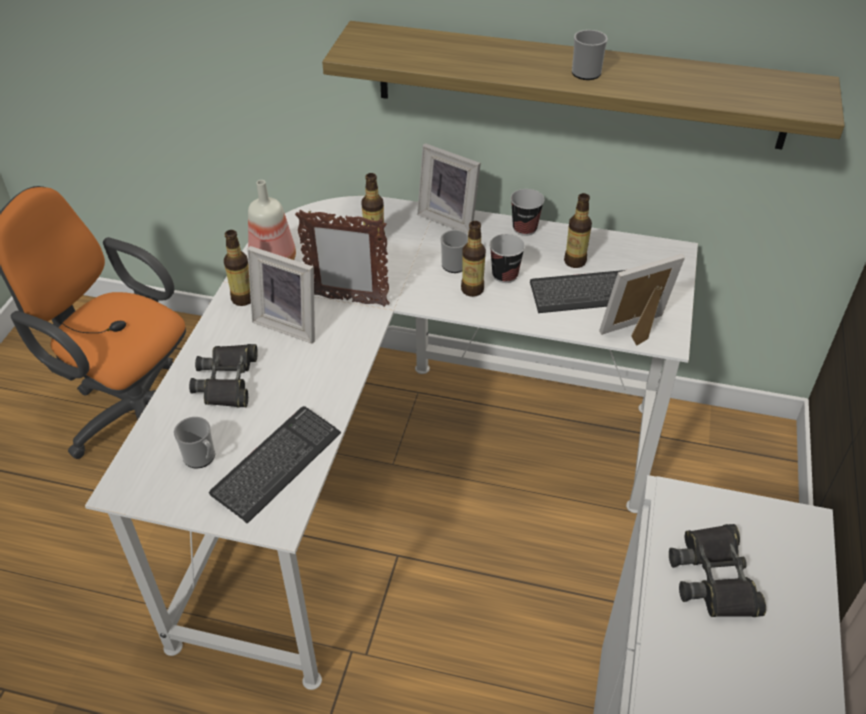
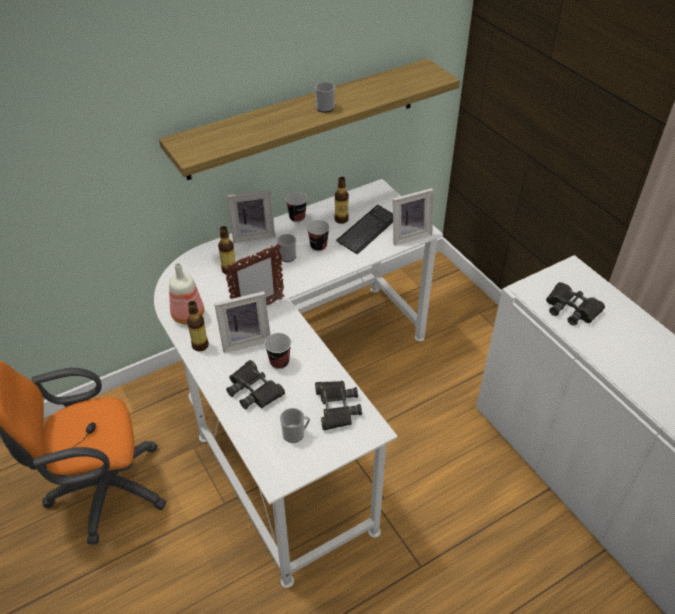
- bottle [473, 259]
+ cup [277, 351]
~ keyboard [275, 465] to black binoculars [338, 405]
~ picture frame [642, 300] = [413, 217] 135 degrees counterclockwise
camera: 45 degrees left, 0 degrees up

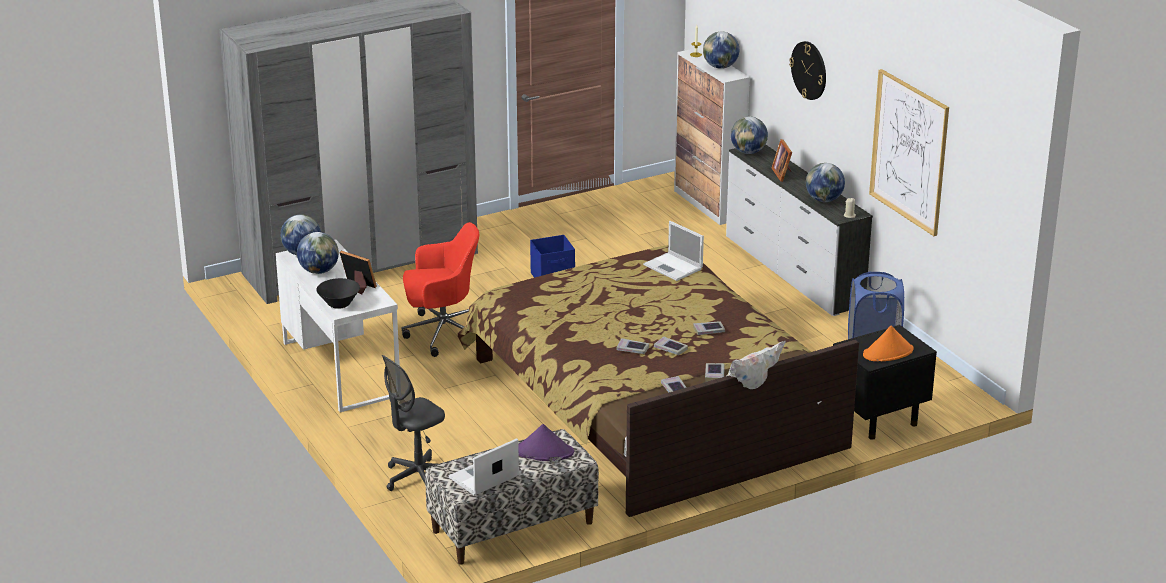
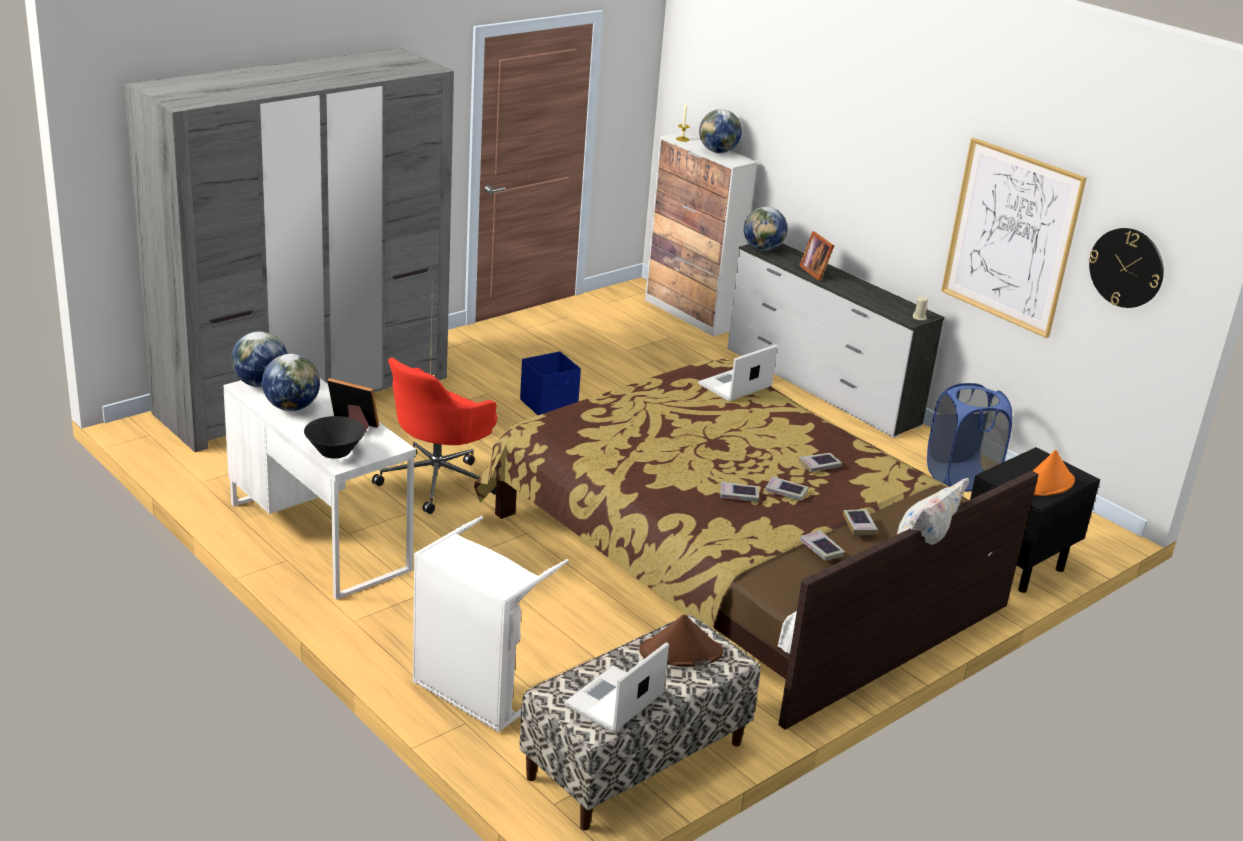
- globe [825, 182]
~ wall clock [807, 70] to [1126, 268]
~ grey office chair [413, 423] to white laundry basket [490, 624]
~ purple hat [546, 442] to brown hat [681, 640]
~ red office chair [440, 289] = [434, 436] 150 degrees clockwise
~ laptop [673, 251] = [737, 373] 105 degrees clockwise
camera: 15 degrees left, 0 degrees up

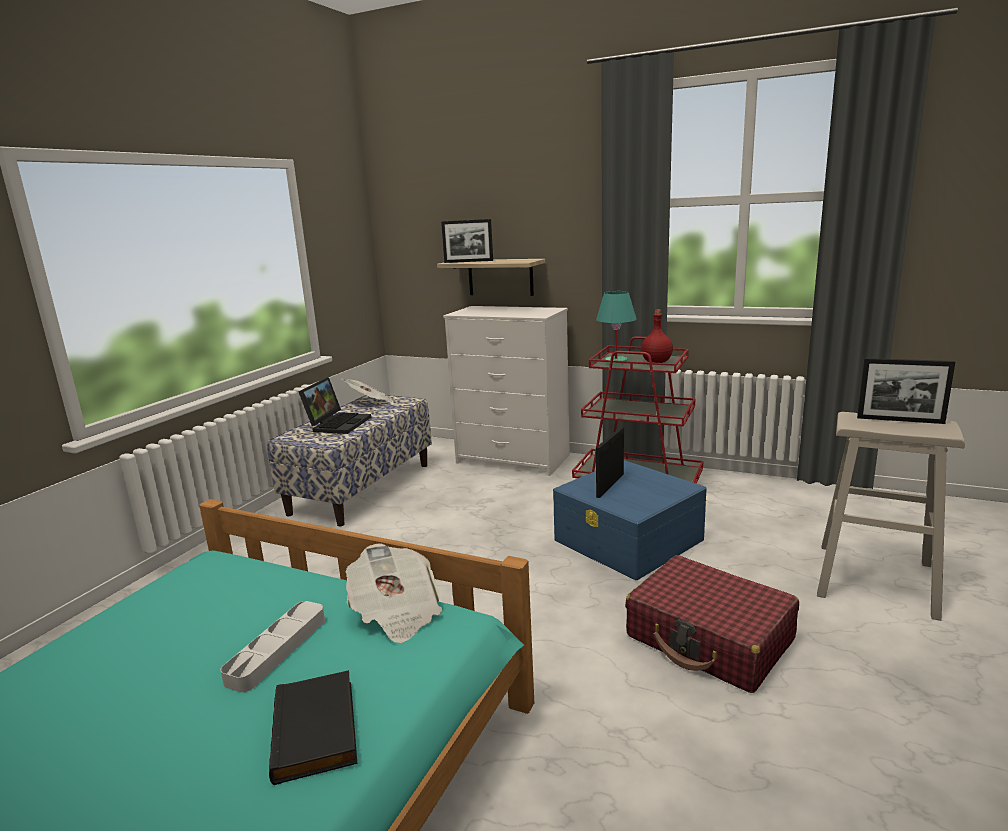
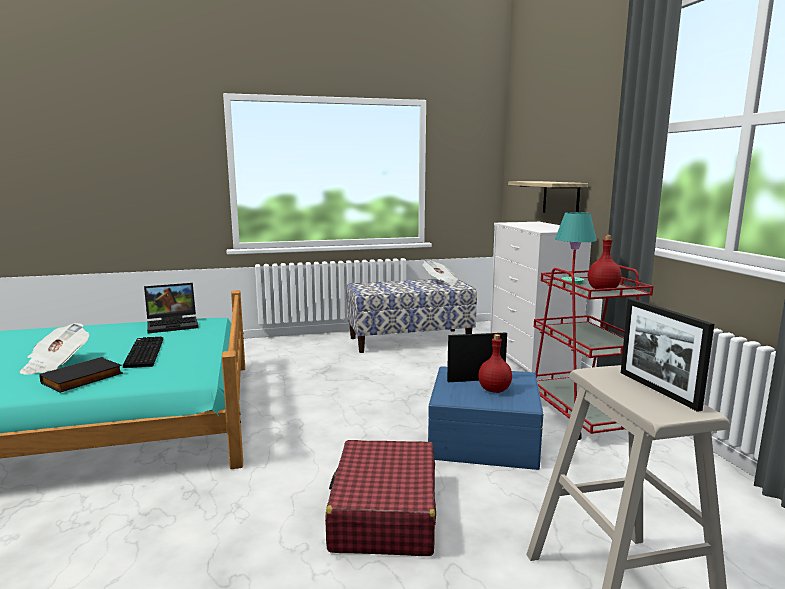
- picture frame [467, 241]
+ red bottle [495, 363]
~ laptop [335, 405] to [171, 308]
~ newspaper [394, 593] to [54, 349]
~ grey tray [272, 646] to keyboard [143, 352]
camera: 50 degrees right, 5 degrees down

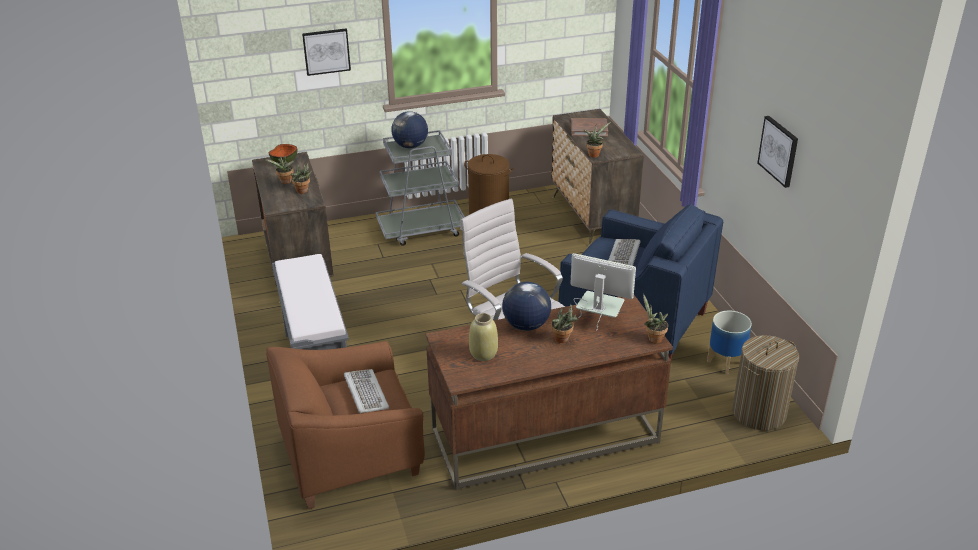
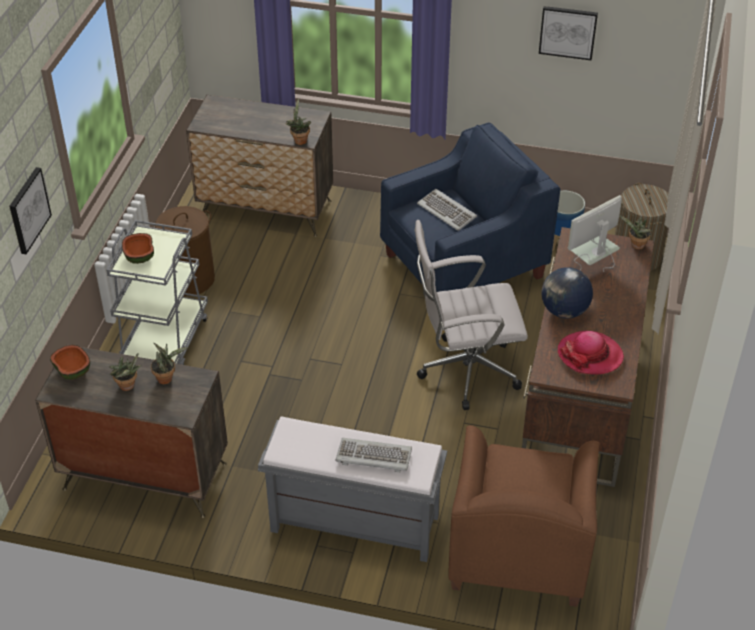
- potted plant [564, 323]
- brown book [589, 127]
~ keyboard [366, 391] to [373, 455]
~ globe [409, 129] to bowl [138, 248]
~ beige vase [483, 337] to hat [591, 353]
camera: 60 degrees left, 10 degrees up

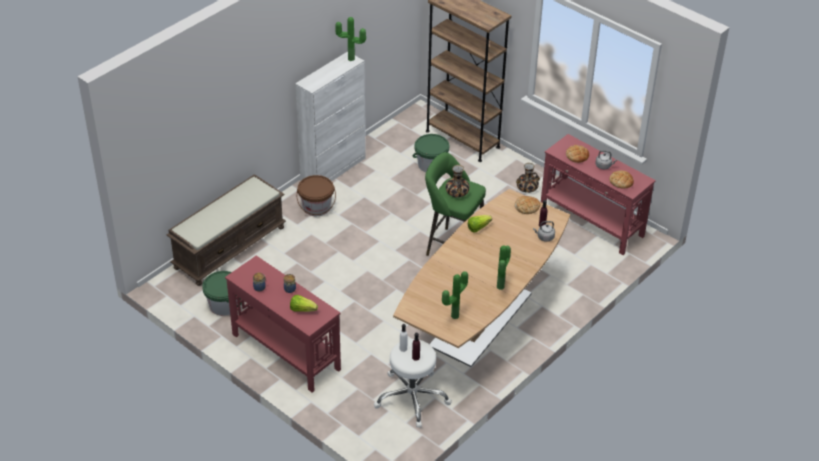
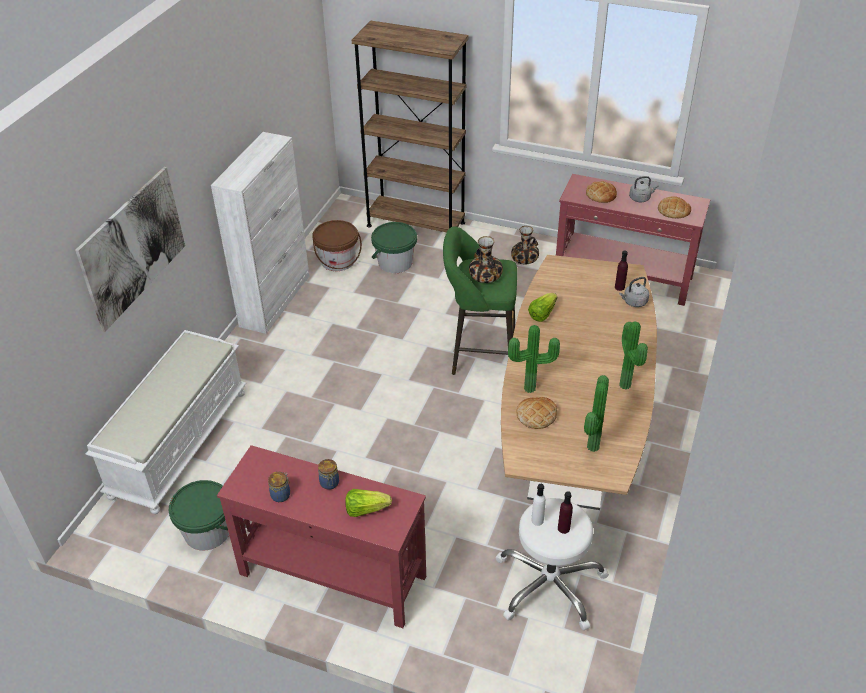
+ picture [130, 249]
~ brown bucket [316, 195] to [337, 245]
~ potted plant [350, 39] to [534, 359]
~ bread [527, 205] to [537, 413]
~ brown bench [226, 230] to white bench [166, 422]
camera: 20 degrees left, 0 degrees up

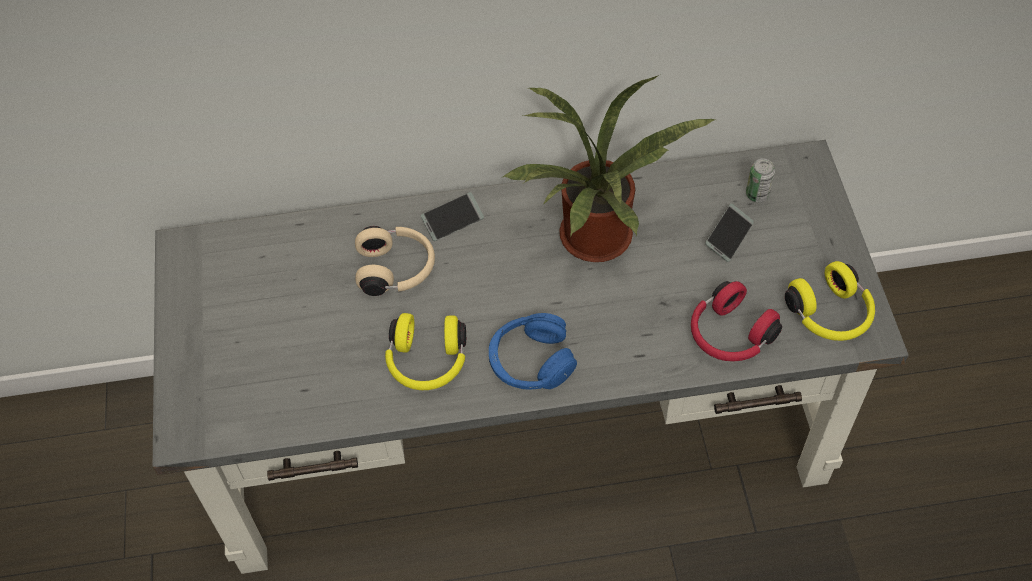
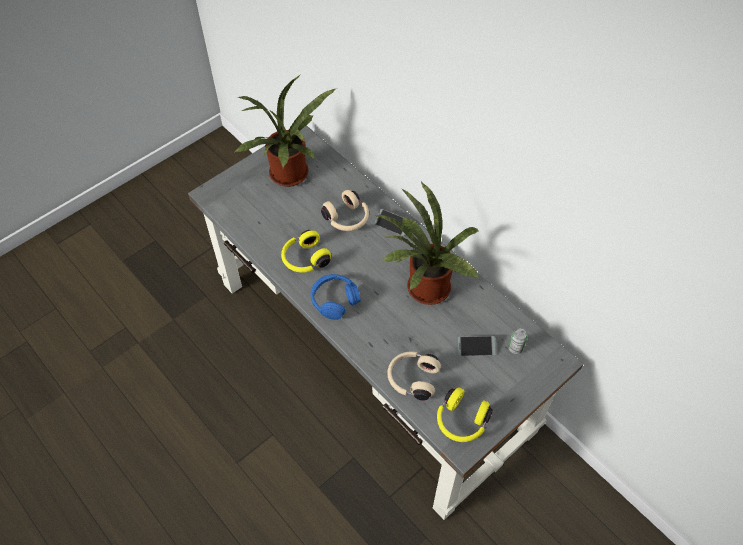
+ potted plant [285, 130]
~ red headphones [736, 321] to beige headphones [414, 376]
camera: 55 degrees right, 0 degrees up

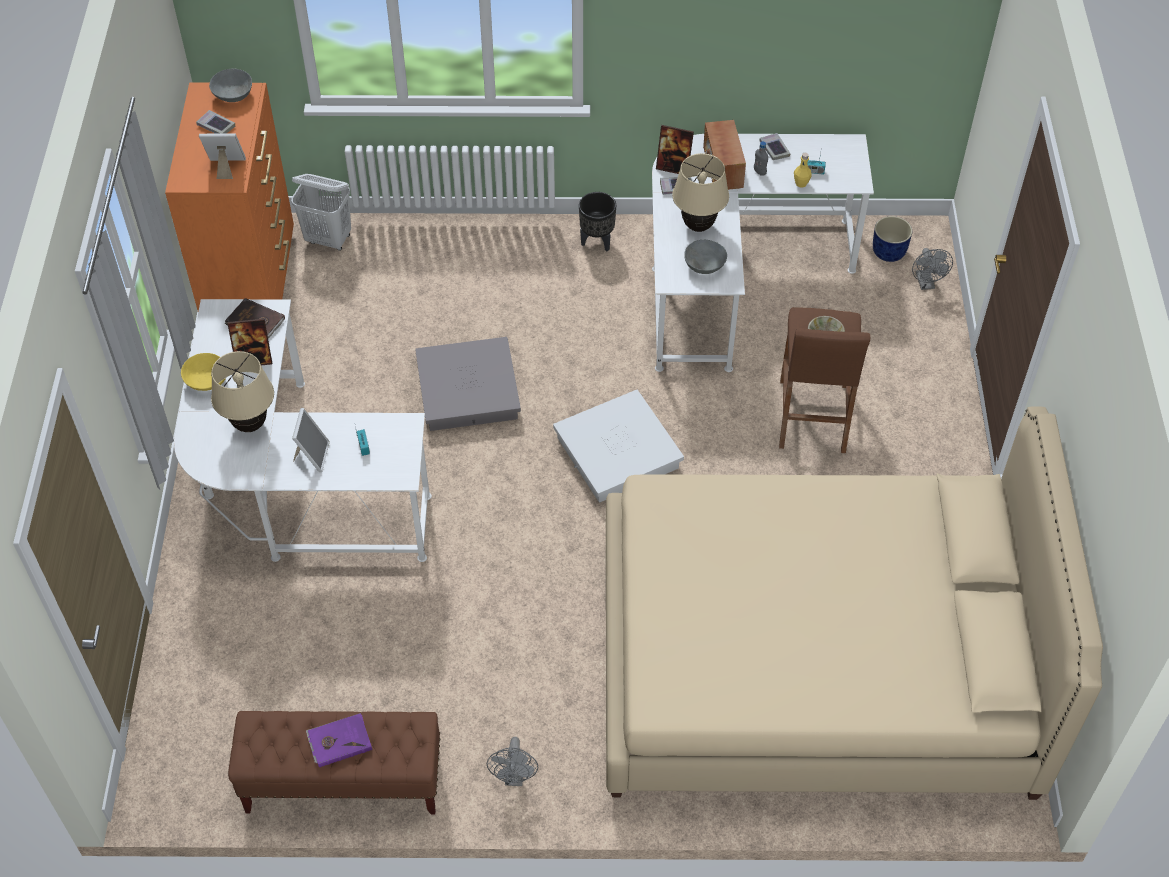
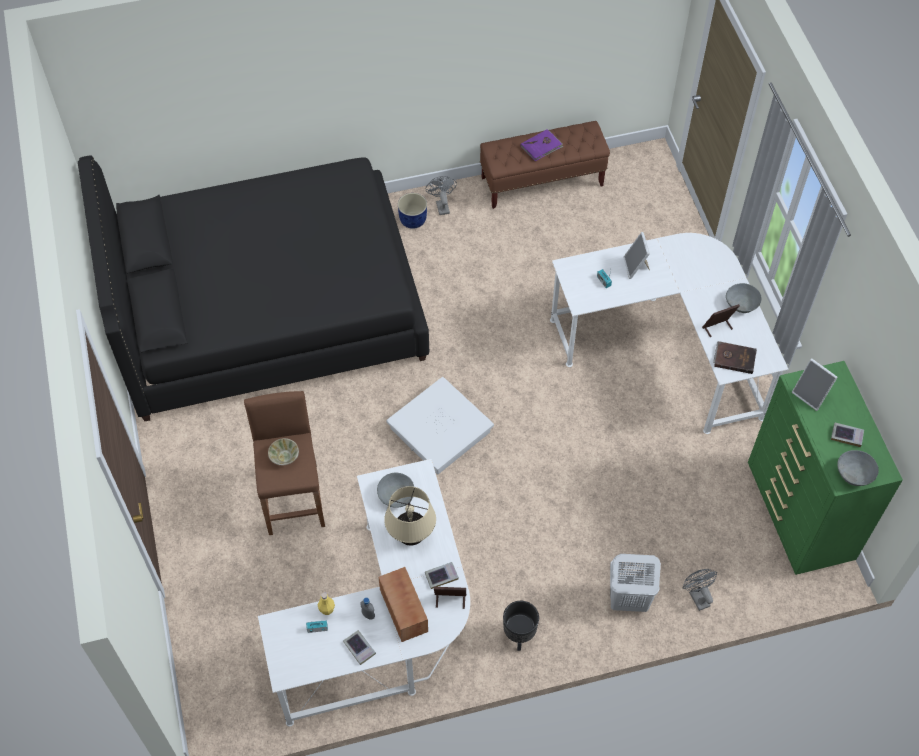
- beige table lamp [242, 391]
- grey storage box [468, 384]
~ white laundry basket [321, 212] to [635, 583]
~ blue planter [892, 239] to [412, 211]
~ grey fan [932, 269] to [700, 590]
~ orange dresser [229, 196] to green dresser [825, 468]
~ yellow bowl [203, 372] to grey bowl [744, 298]
~ beige bed [854, 603] to black bed [253, 288]
~ picture frame [222, 156] = [815, 384] 60 degrees clockwise
camera: 165 degrees right, 5 degrees up

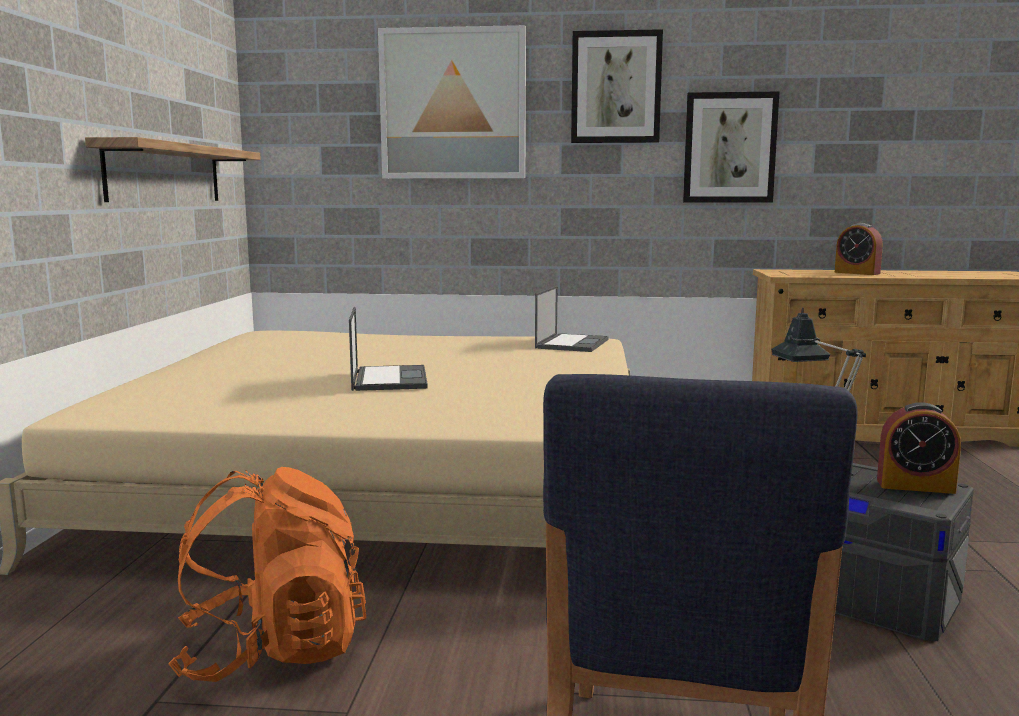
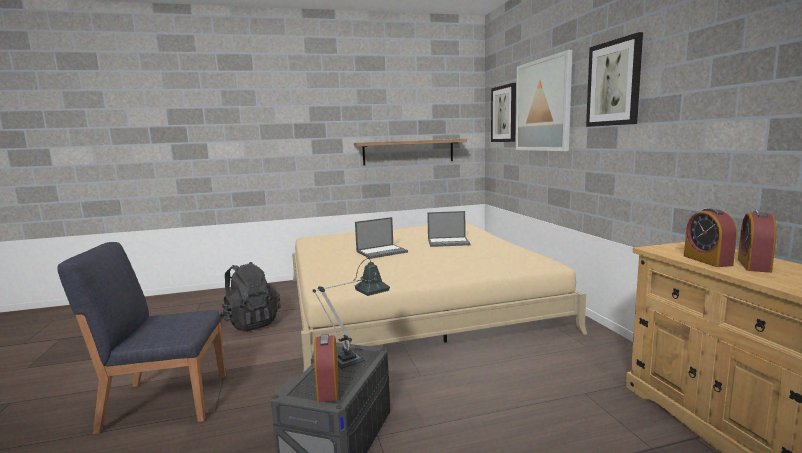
+ alarm clock [710, 237]
~ laptop [572, 319] to [448, 229]
~ picture [731, 147] to [503, 112]
~ orange backpack [267, 574] to black backpack [250, 296]
camera: 70 degrees right, 0 degrees up

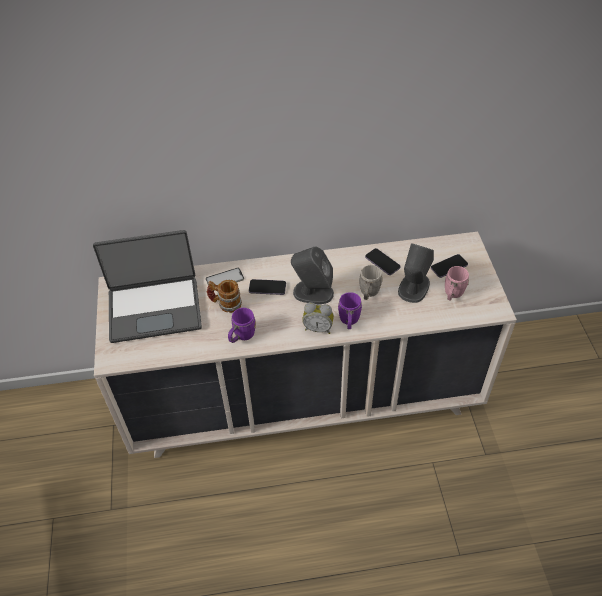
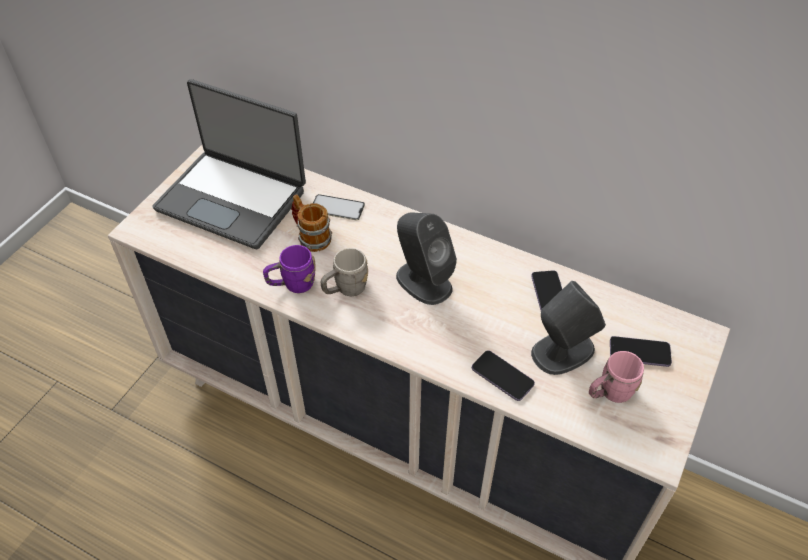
- alarm clock [318, 318]
- purple mug [350, 310]
~ phone [267, 287] to [503, 376]
~ grey mug [371, 282] to [344, 272]
camera: 35 degrees right, 0 degrees up

